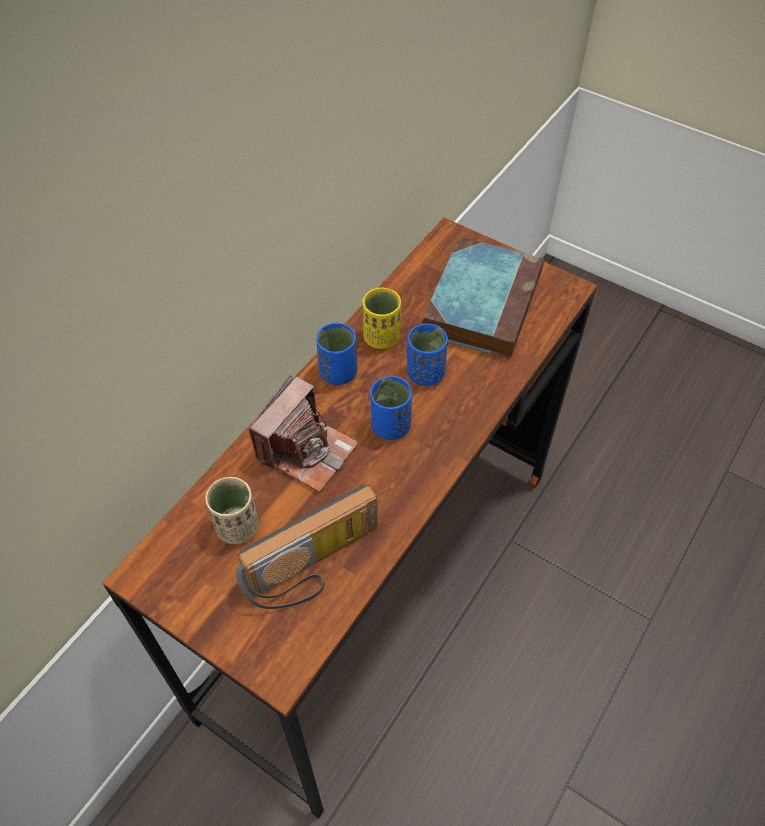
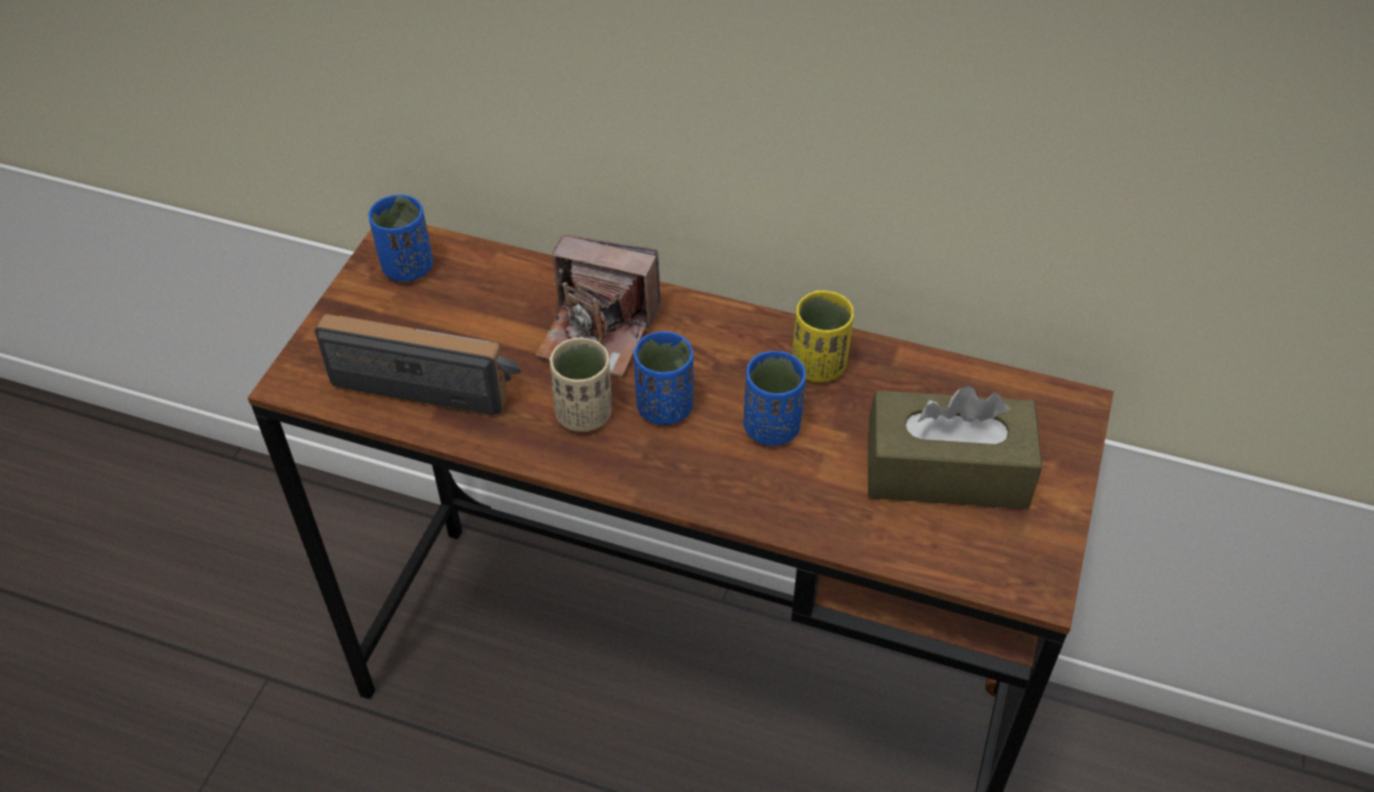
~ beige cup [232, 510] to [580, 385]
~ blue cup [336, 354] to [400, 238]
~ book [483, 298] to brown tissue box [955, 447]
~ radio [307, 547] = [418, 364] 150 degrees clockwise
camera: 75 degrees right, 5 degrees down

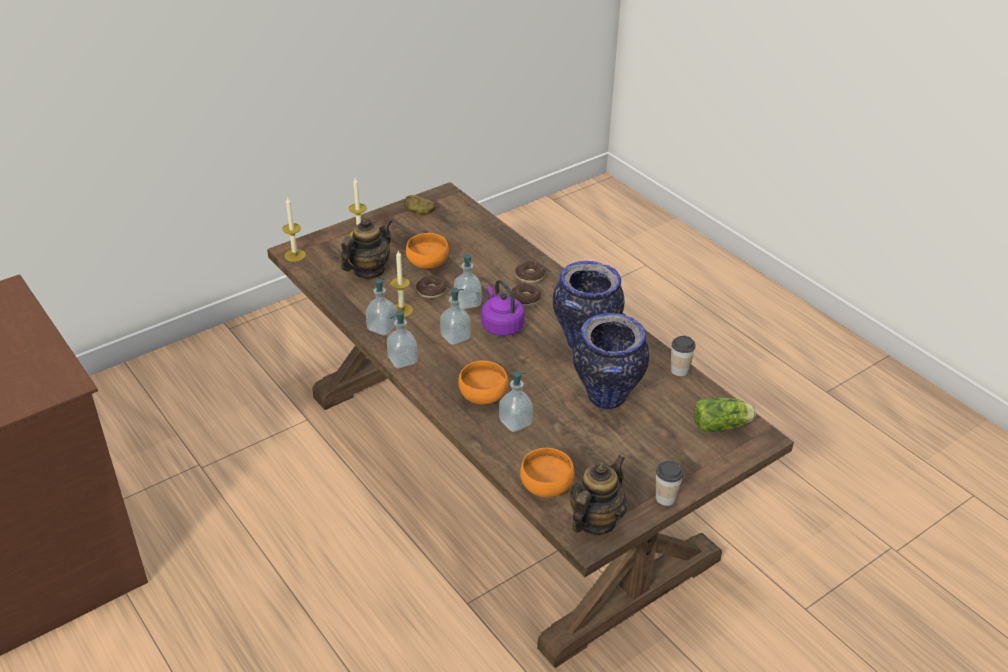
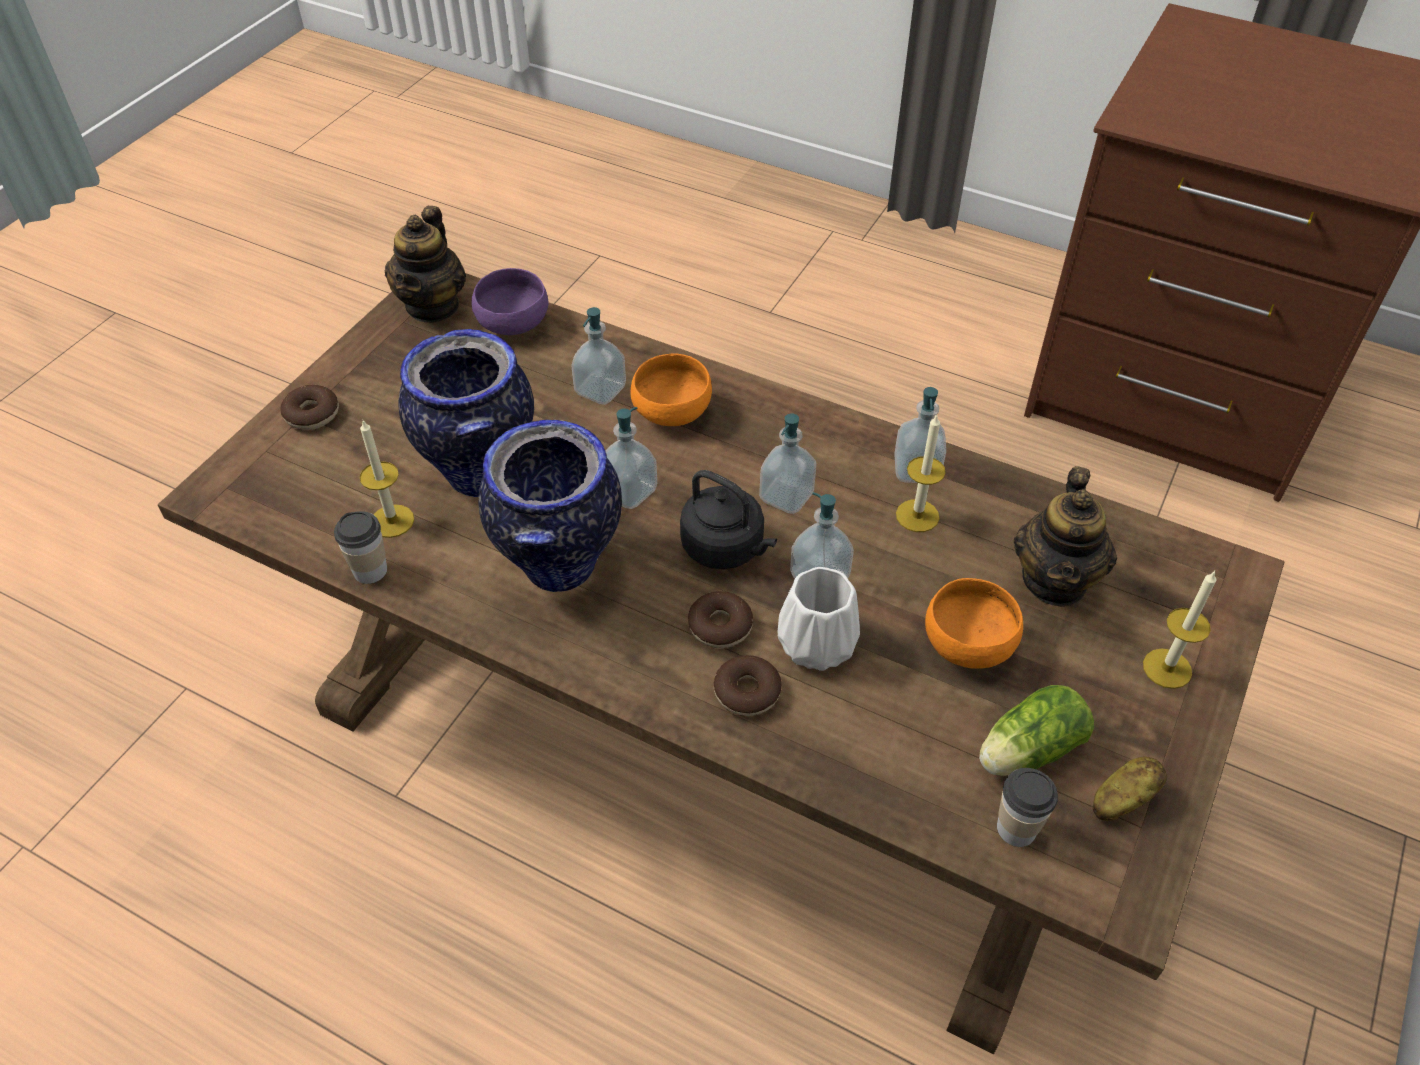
+ white vase [819, 619]
~ candle [294, 229] to [387, 478]
~ soap dispenser [402, 339] to [631, 458]
~ donut [431, 287] to [309, 407]
~ cup [669, 483] to [1027, 807]
~ lettuce [725, 414] to [1036, 730]
~ purple kettle [503, 308] to black kettle [728, 519]
~ orange bowl [547, 473] to purple bowl [510, 301]
camera: 155 degrees right, 10 degrees up

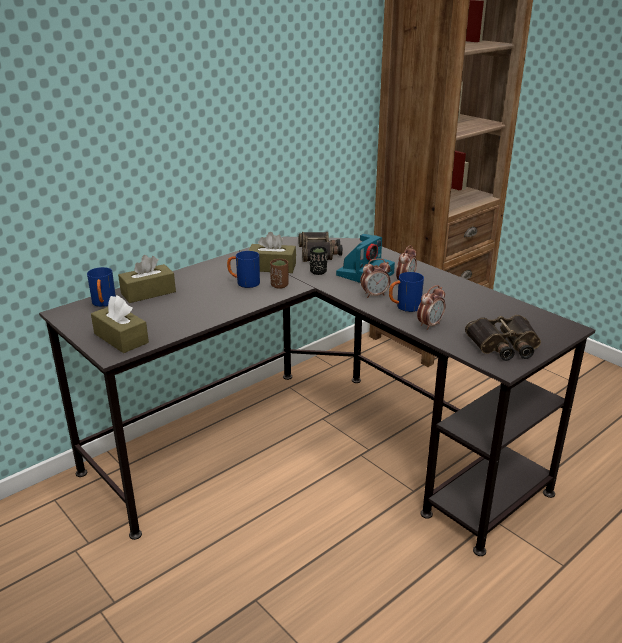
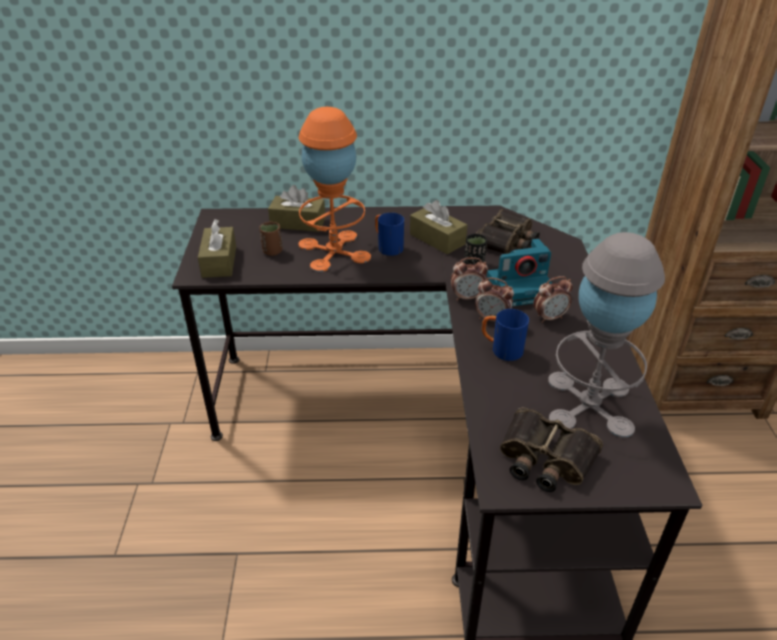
- blue mug [101, 287]
+ orange table lamp [335, 189]
+ grey table lamp [606, 335]
~ brown cup [279, 274] to [271, 239]
~ alarm clock [431, 307] to [469, 279]
camera: 40 degrees right, 10 degrees up

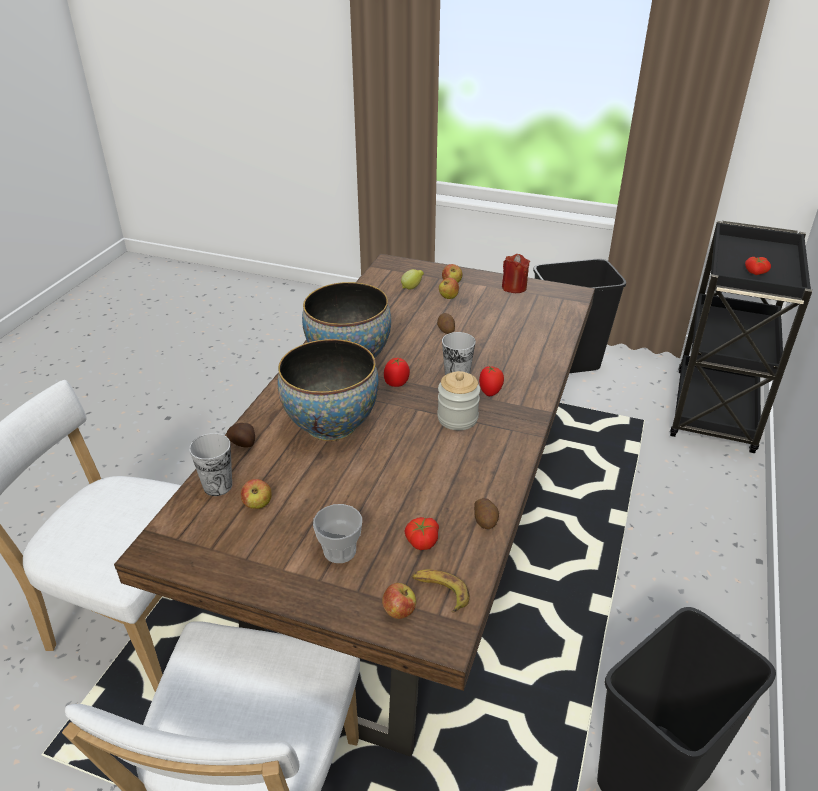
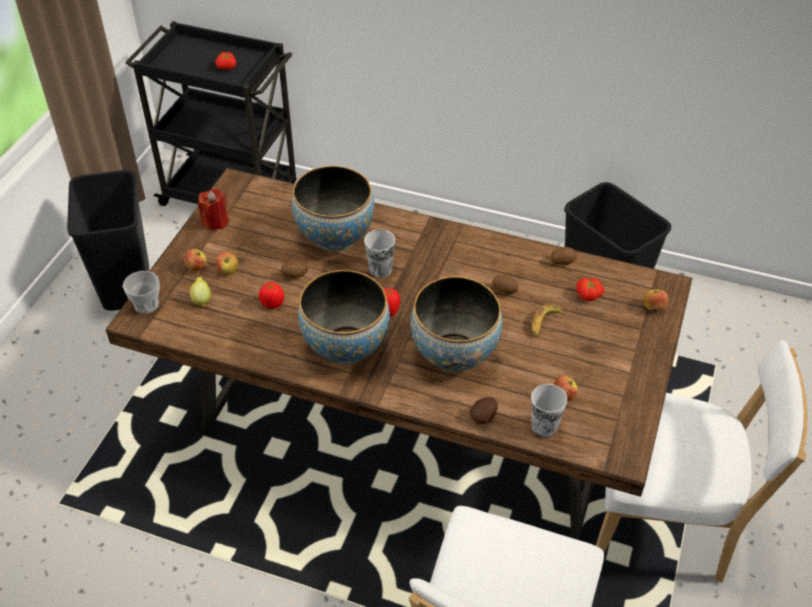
- jar [458, 400]
+ bowl [333, 209]
+ potato [505, 284]
~ cup [337, 533] to [141, 292]
~ banana [441, 590] to [548, 320]
~ tomato [491, 381] to [271, 295]
camera: 90 degrees left, 10 degrees up

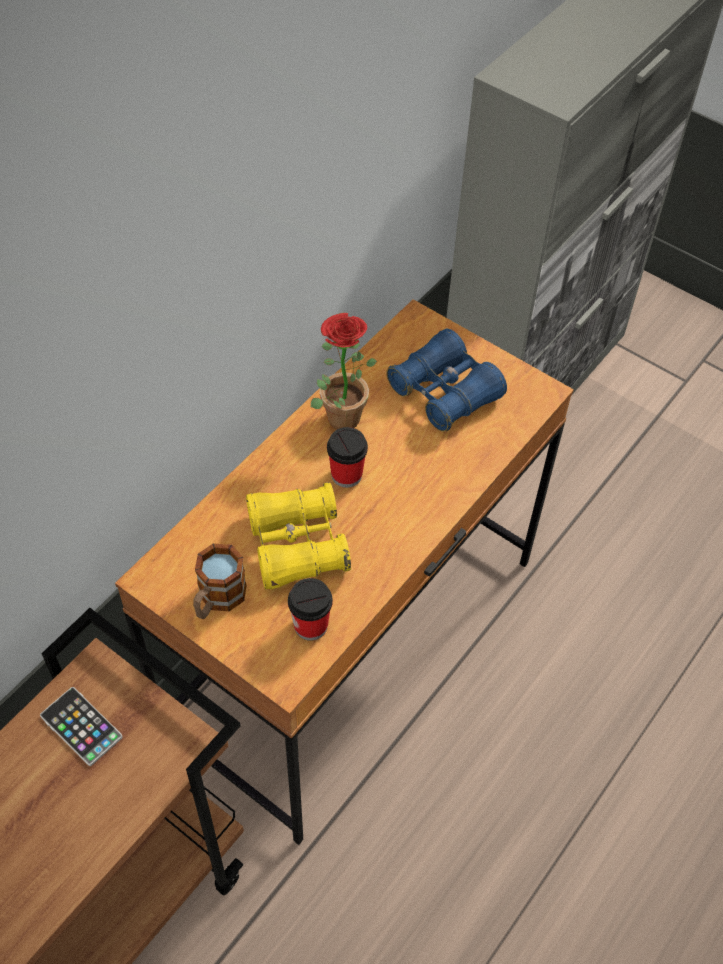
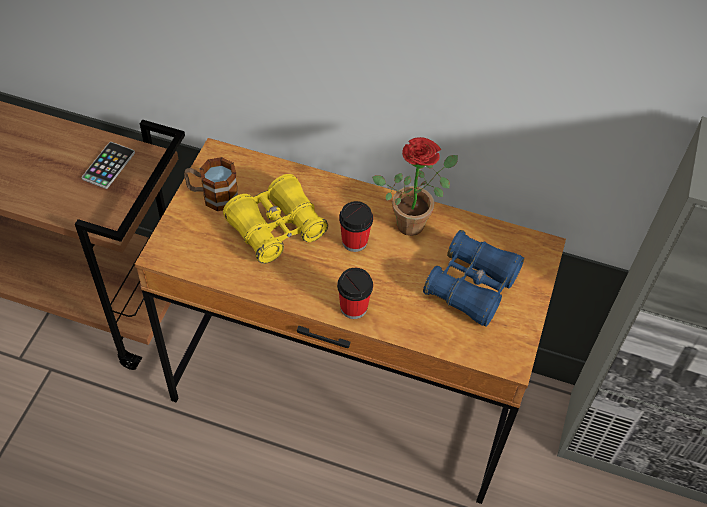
~ cup [310, 609] to [355, 293]
camera: 70 degrees right, 0 degrees up

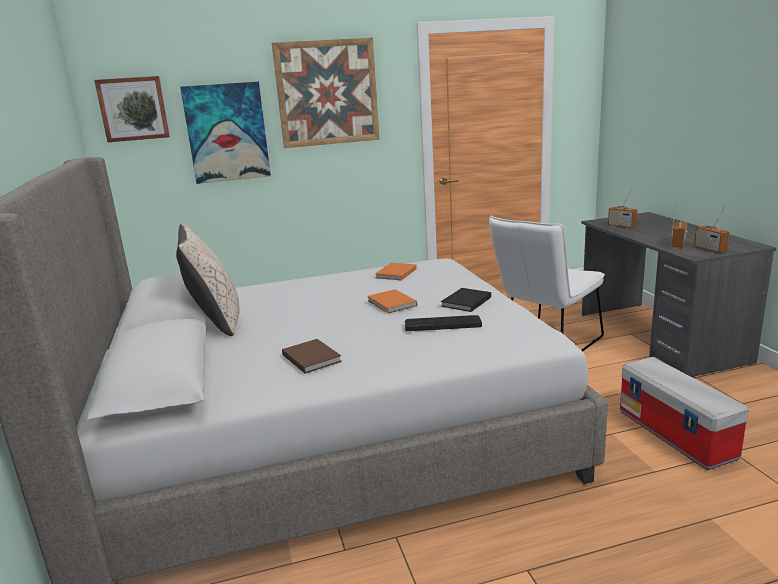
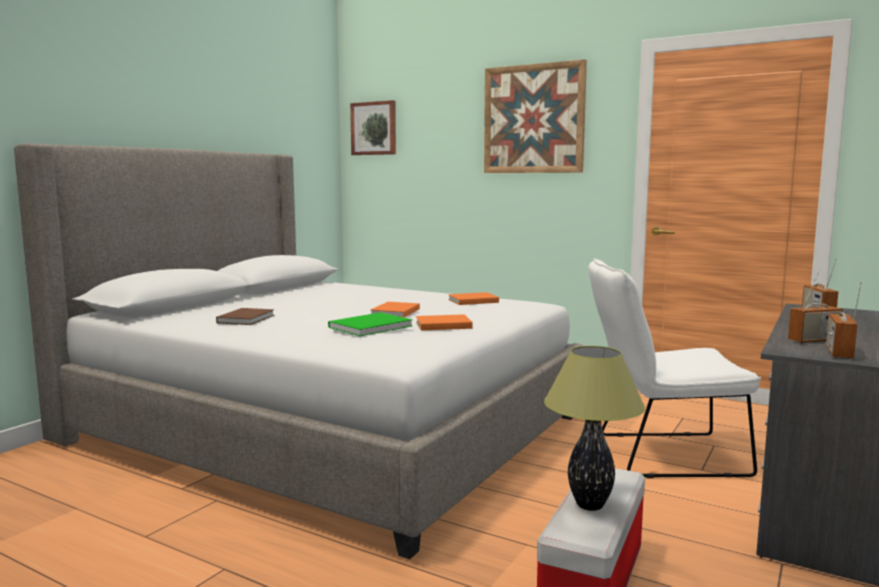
- beige pillow [208, 279]
- picture [225, 132]
+ table lamp [594, 428]
~ keyboard [443, 323] to green book [370, 324]
~ black book [466, 300] to orange book [444, 322]
camera: 45 degrees right, 10 degrees down

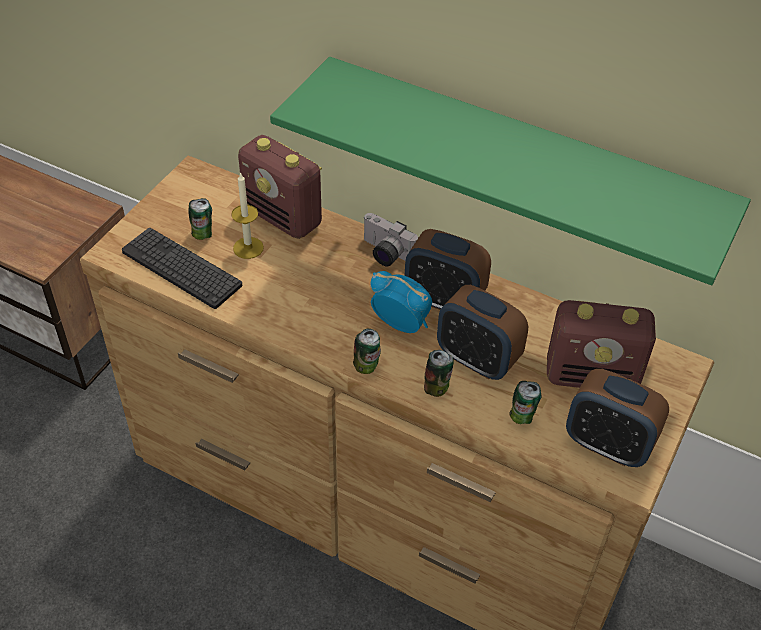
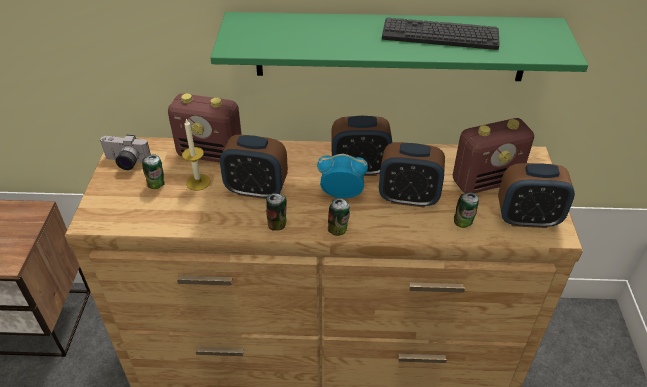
+ alarm clock [254, 167]
~ keyboard [182, 268] to [441, 34]
~ photo camera [391, 239] to [125, 152]
~ can [439, 373] to [276, 212]
camera: 25 degrees left, 5 degrees down

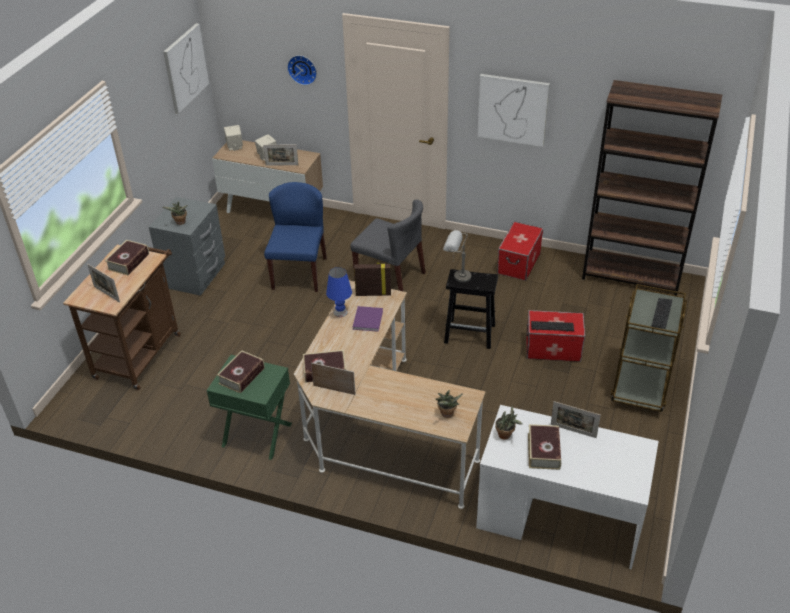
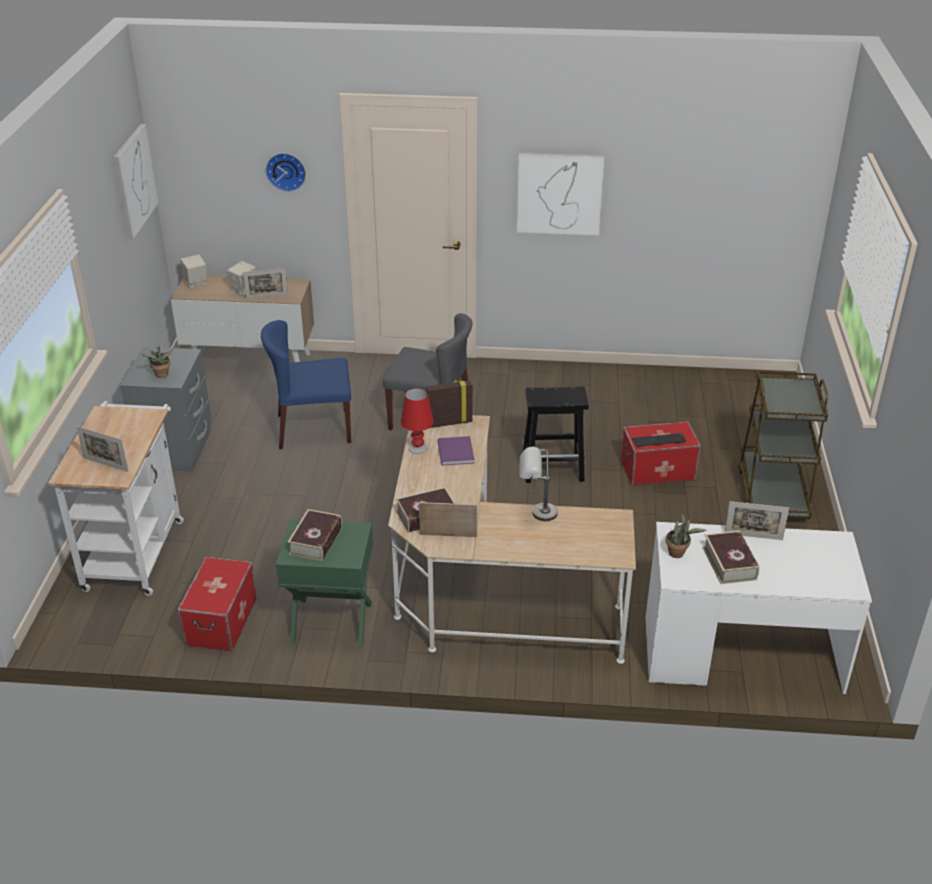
- book [127, 257]
- potted plant [449, 404]
- brown bookcase [652, 188]
- keyboard [662, 313]
~ grey table lamp [457, 256] to [538, 484]
~ storage box [520, 251] to [217, 604]
~ brown cart [122, 317] to white cart [116, 498]
~ blue table lamp [339, 292] to red table lamp [417, 421]
~ blue chair [295, 237] = [306, 384] 90 degrees counterclockwise
camera: 15 degrees left, 5 degrees down

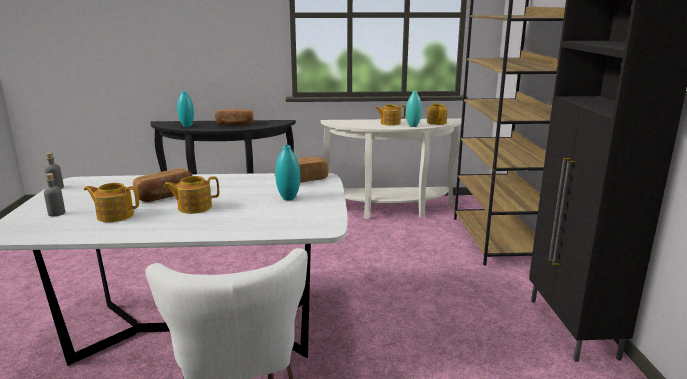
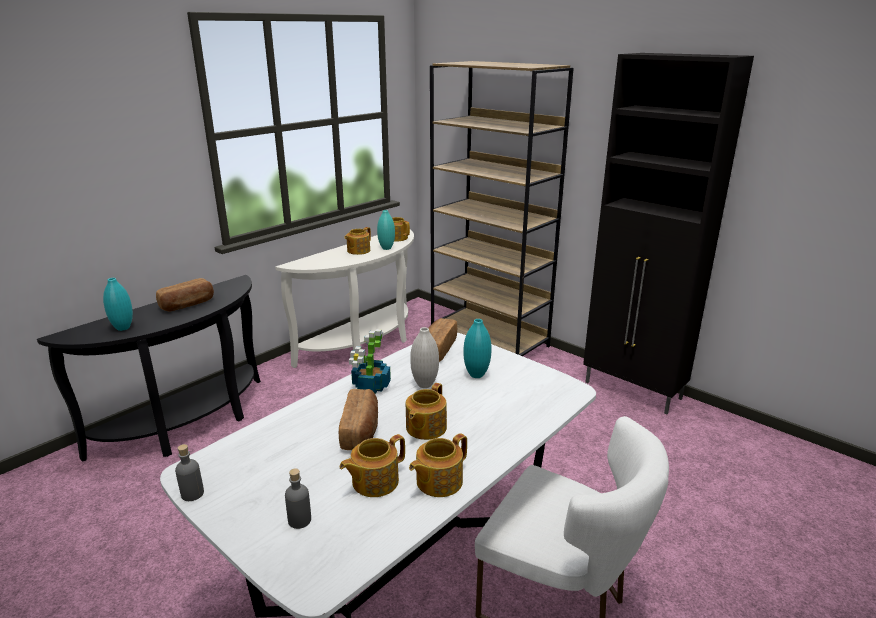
+ potted plant [370, 361]
+ teapot [438, 465]
+ white vase [424, 357]
camera: 45 degrees left, 5 degrees up

